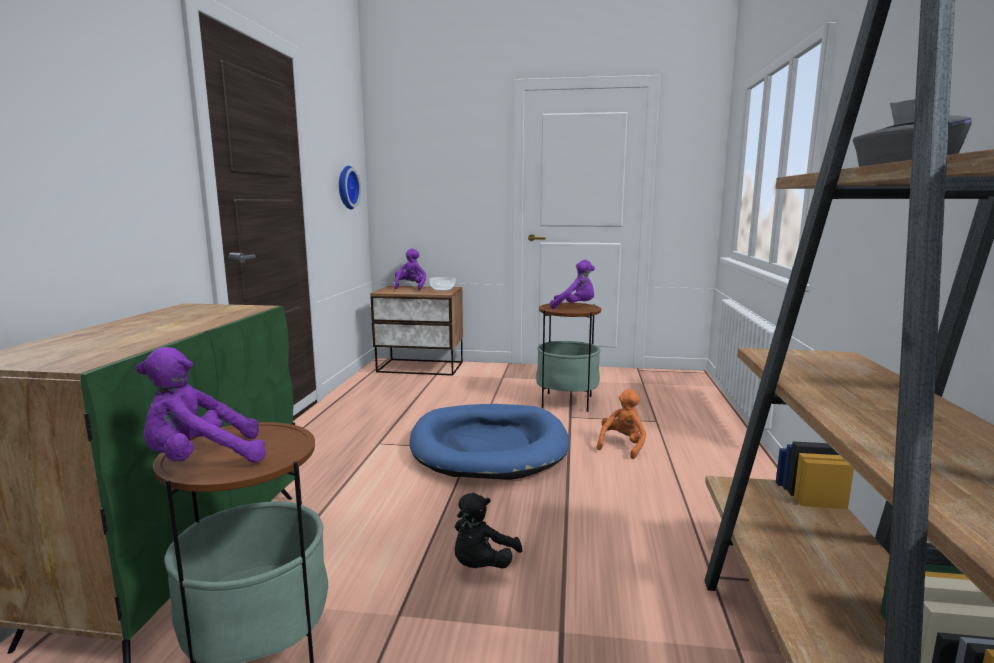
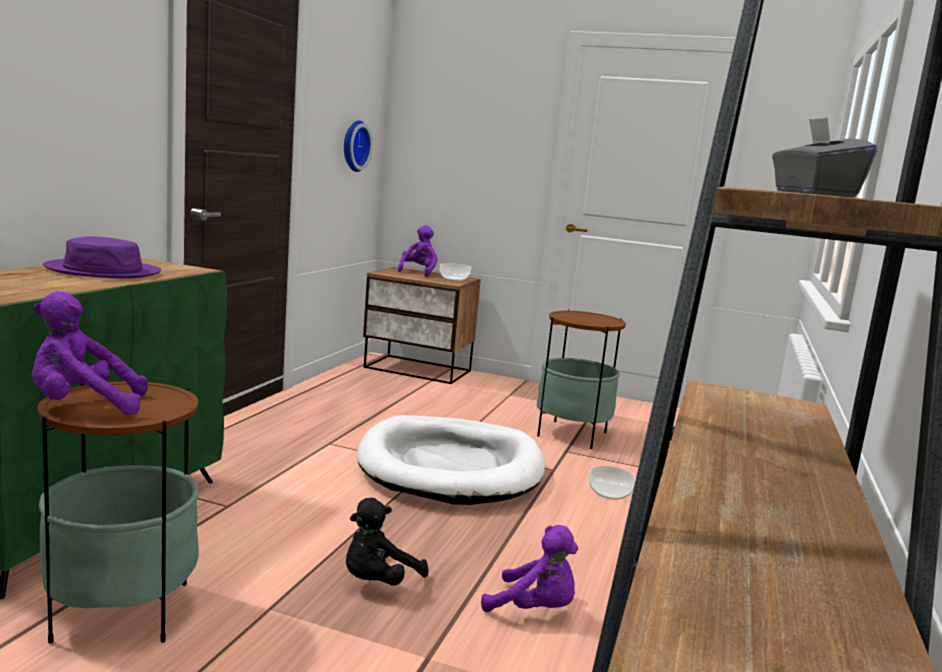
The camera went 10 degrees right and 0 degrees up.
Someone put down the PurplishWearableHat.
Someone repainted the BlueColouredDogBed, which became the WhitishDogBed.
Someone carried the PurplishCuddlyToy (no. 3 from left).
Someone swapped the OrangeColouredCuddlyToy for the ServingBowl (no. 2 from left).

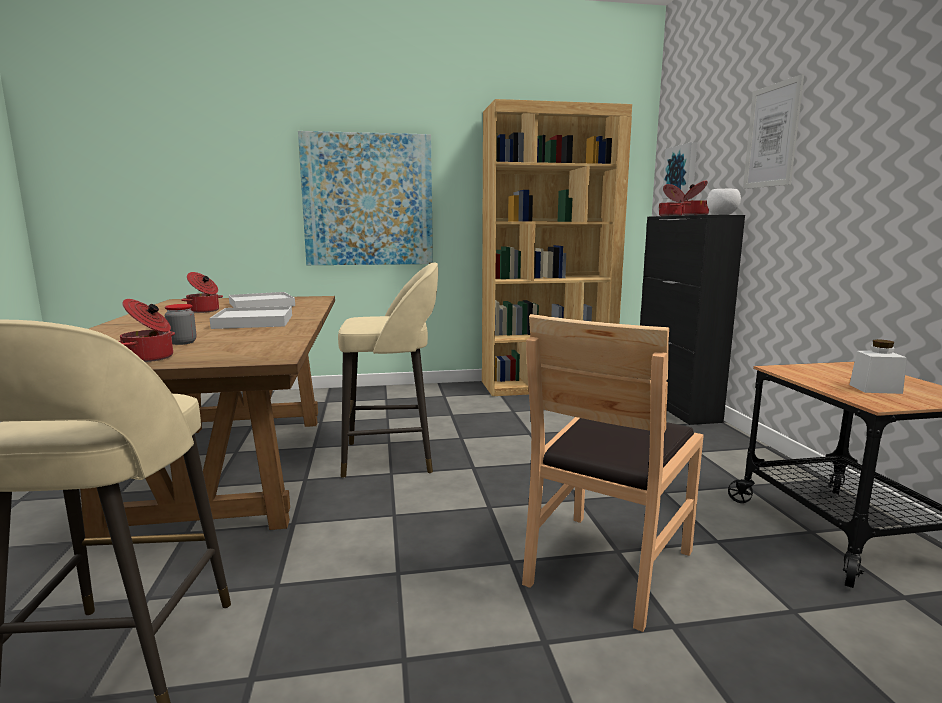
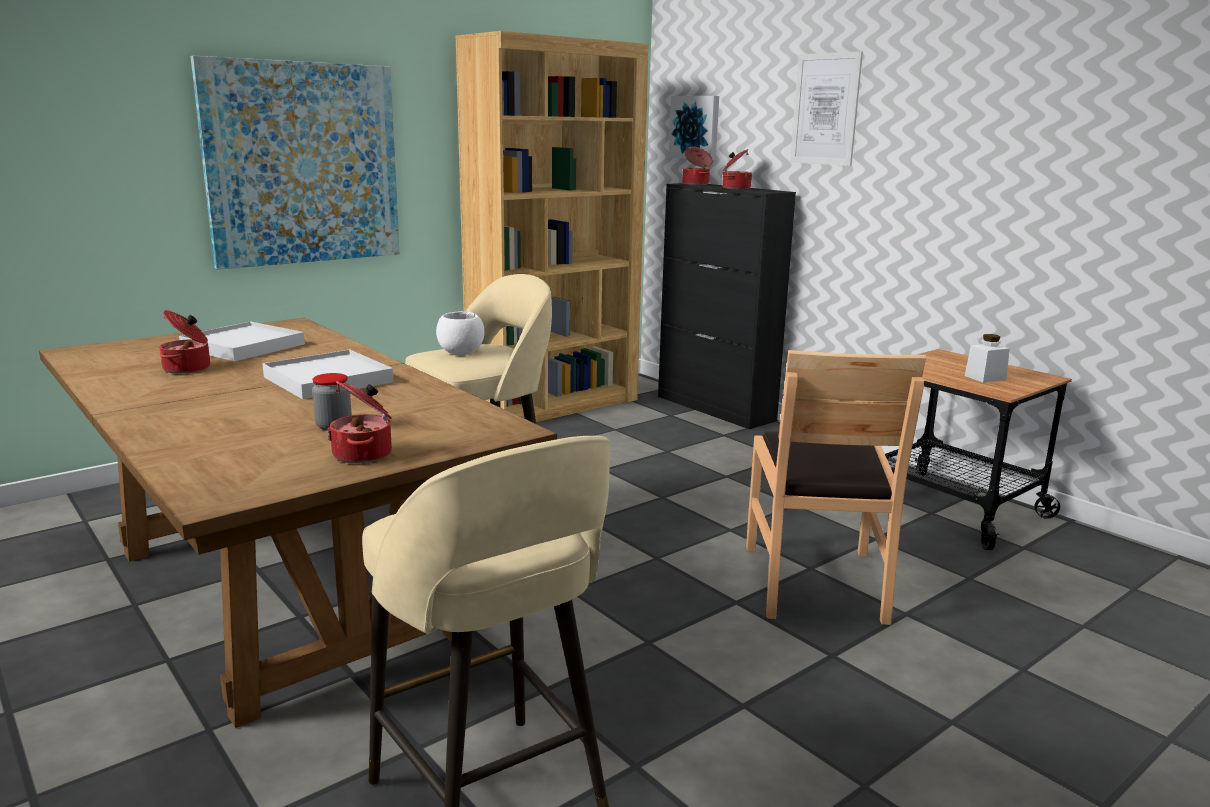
The camera went 30 degrees left and 5 degrees up.
Someone carried the WhitishServingBowl.

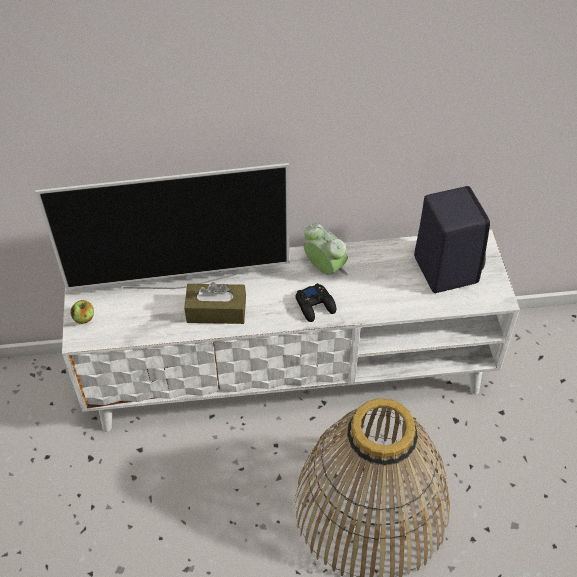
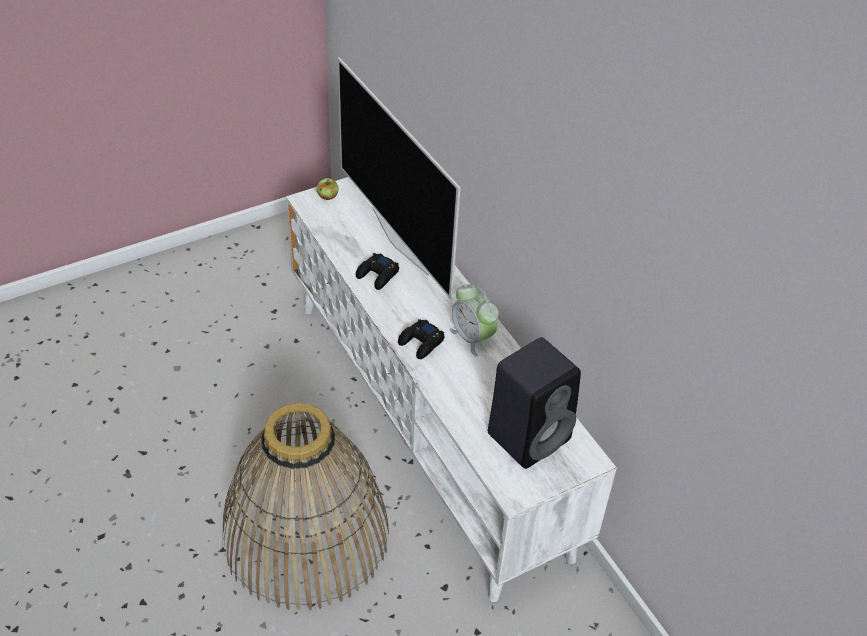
The camera went 65 degrees right and 5 degrees down.
Someone swapped the BrownishBoxOfTissues for the BlackGamepad (no. 1 from left).
Someone rotated the TableClock by 120 degrees clockwise.

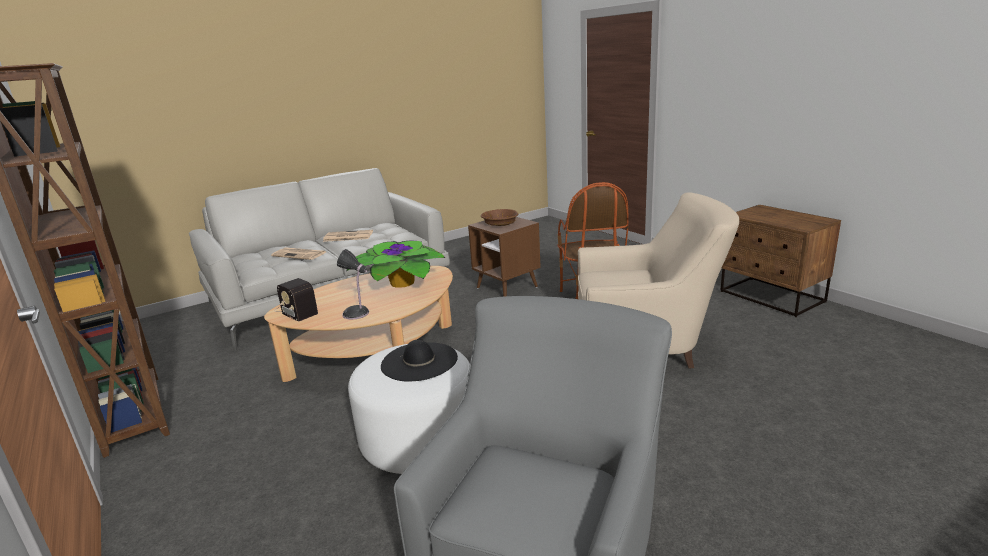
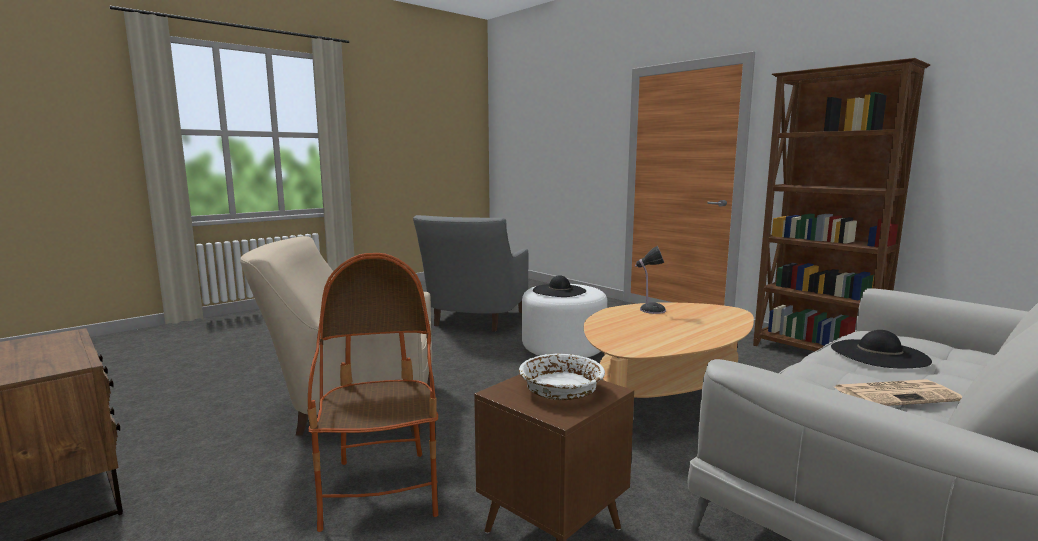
The camera went 170 degrees right and 10 degrees down.
Someone repainted the BrownishServingBowl, which became the WhitishServingBowl.
Someone swapped the PrintedPaper (no. 1 from left) for the BlackWearableHat (no. 2 from left).
Someone took away the Radio.
Someone took away the PlantInAPot.

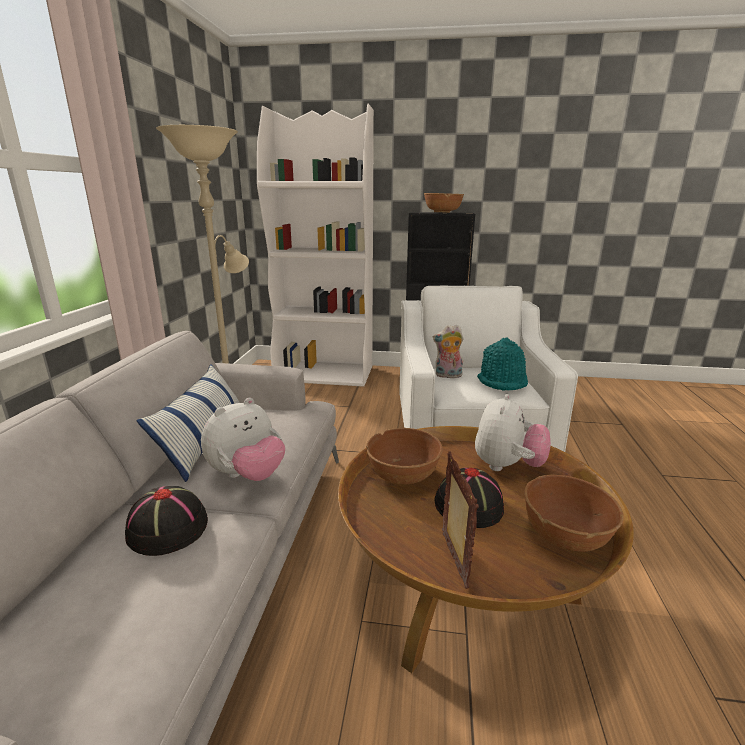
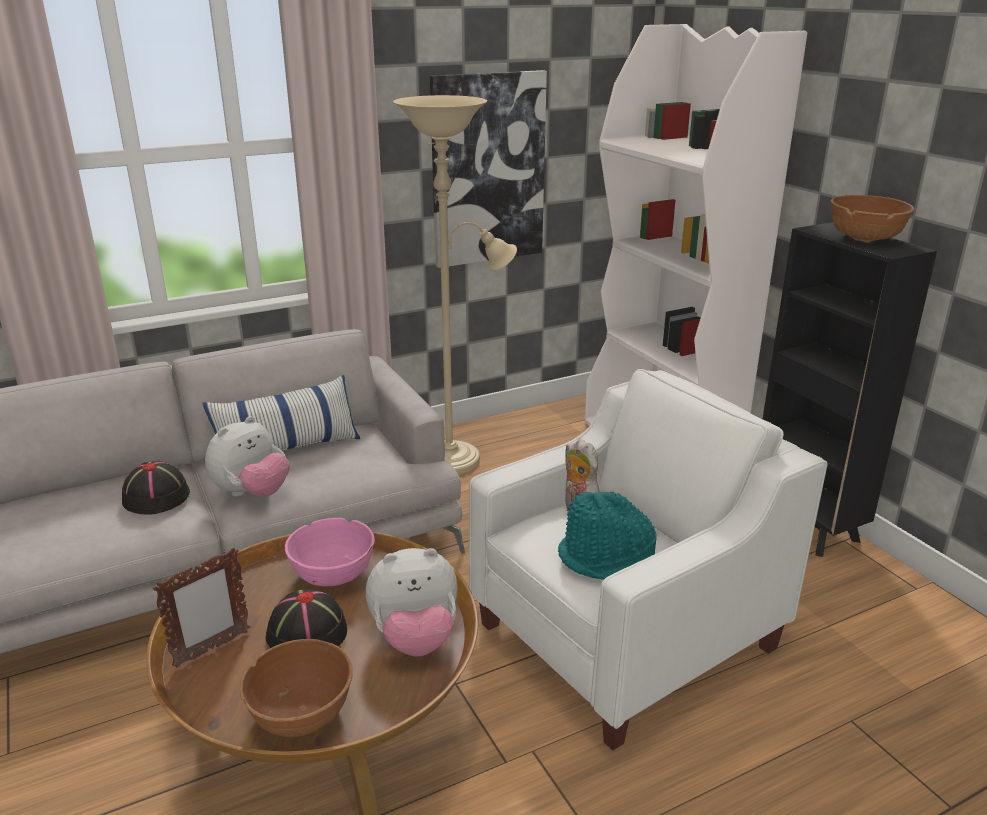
The camera went 55 degrees right and 5 degrees up.
Someone rotated the CuddlyToy (no. 1 from left) by 60 degrees counterclockwise.
Someone repainted the BrownishServingBowl (no. 1 from left), which became the PinkServingBowl.
Someone put up the WallArt.

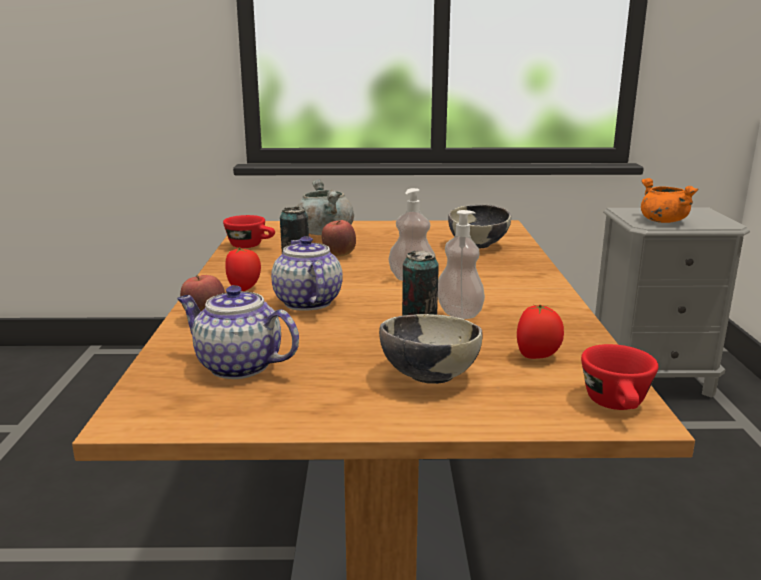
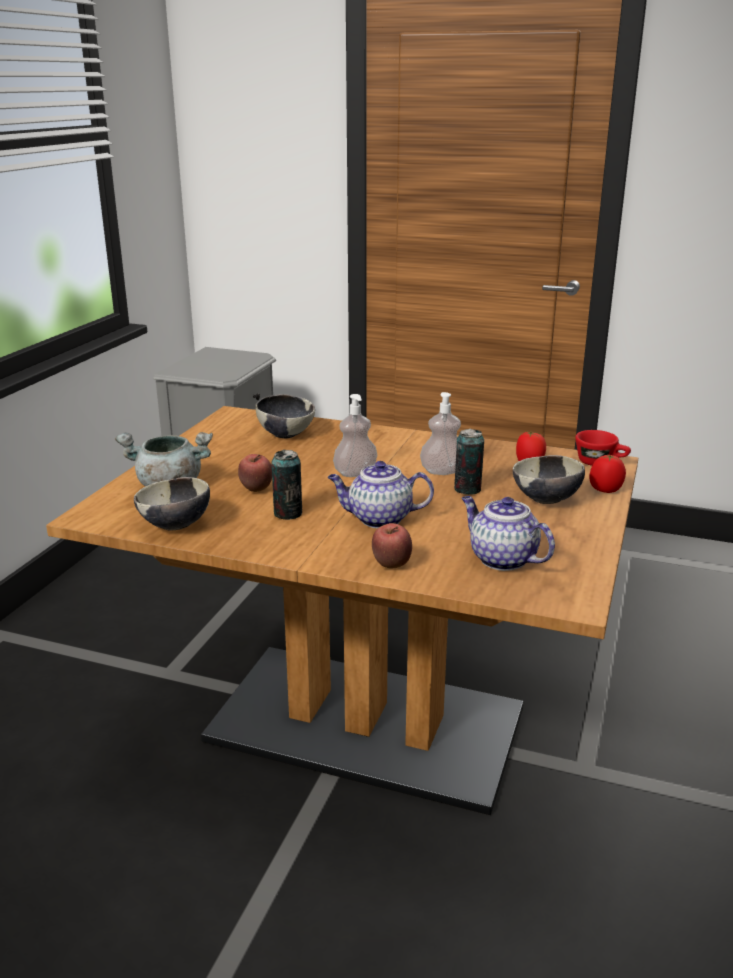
The camera went 70 degrees left and 5 degrees up.
Someone swapped the ReddishSmallCup (no. 1 from left) for the ServingBowl (no. 1 from left).
Someone rotated the PotForTea (no. 1 from left in the first image) by 90 degrees clockwise.
Someone carried the Tomato (no. 1 from left in the first image).
Someone took away the OrangeColouredSaucepot.

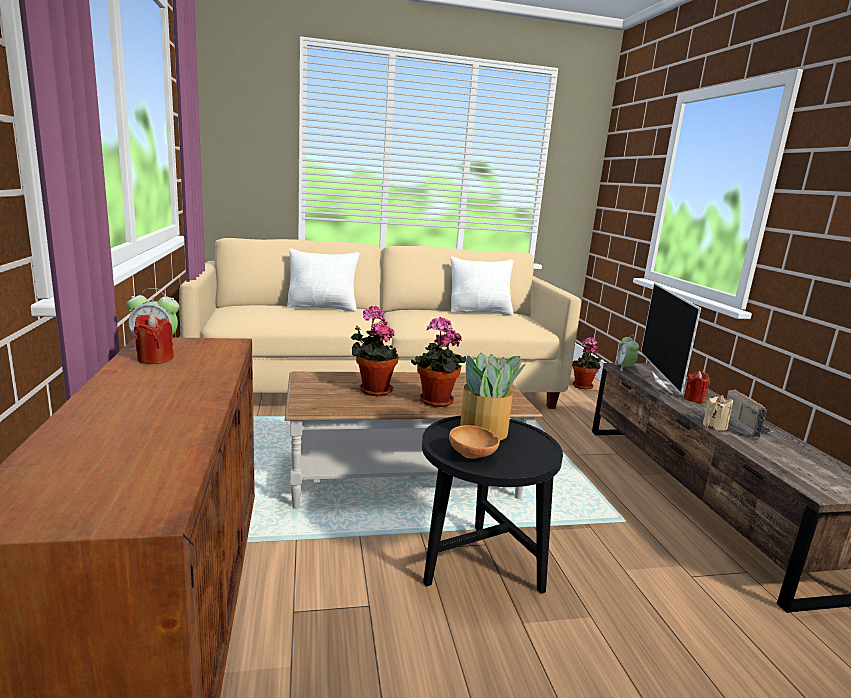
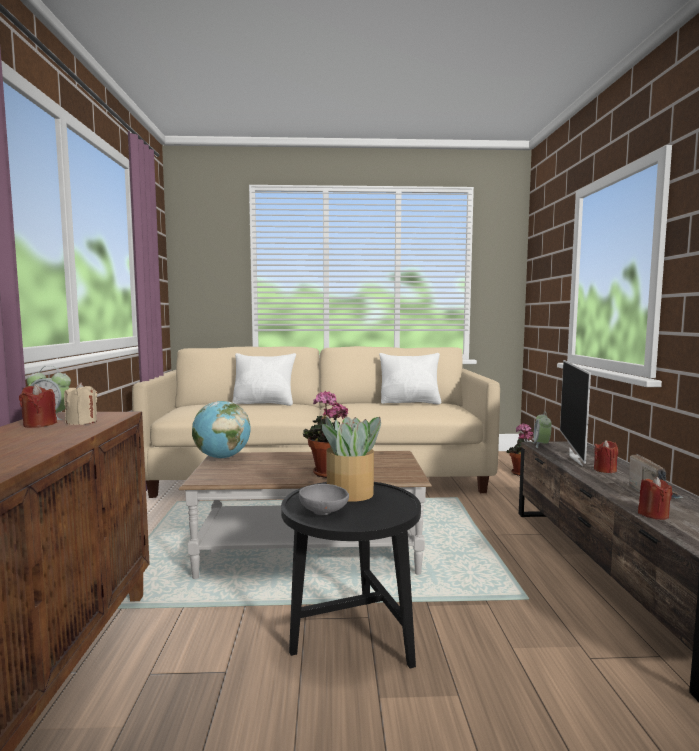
The camera went 10 degrees right and 10 degrees down.
Someone carried the BeigeWaxCandle.
Someone put down the DeskGlobe.
Someone repainted the BrownishServingBowl, which became the GreyServingBowl.
Someone put down the ReddishWaxCandle (no. 3 from left).
Someone took away the PlantInAPot (no. 1 from left).

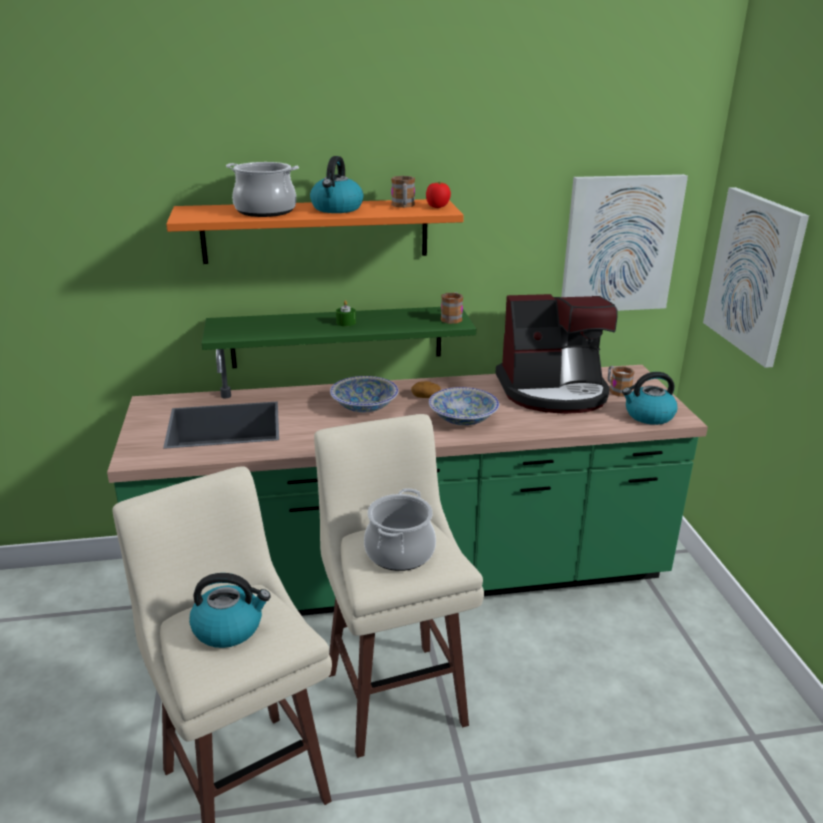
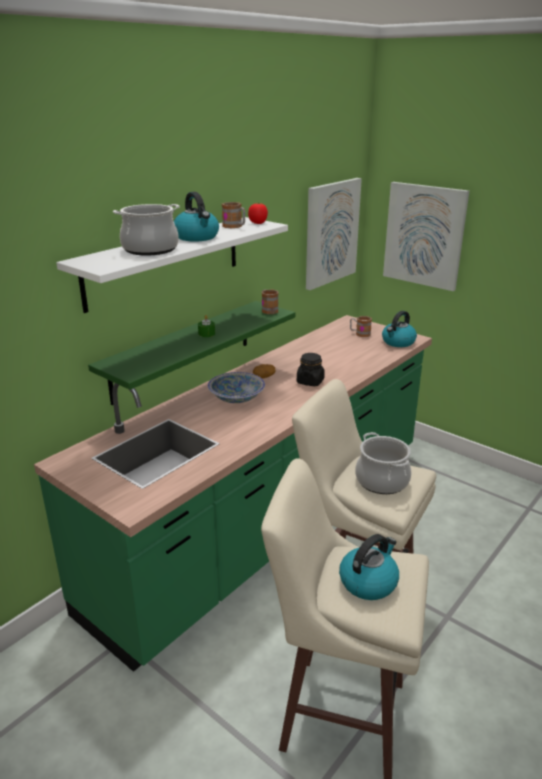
The camera went 40 degrees left and 0 degrees up.
Someone repainted the OrangeColouredWallShelf, which became the WhitishWallShelf.
Someone swapped the ServingBowl (no. 2 from left) for the BlackPreserveJar.
Someone took away the CoffeeMachine.

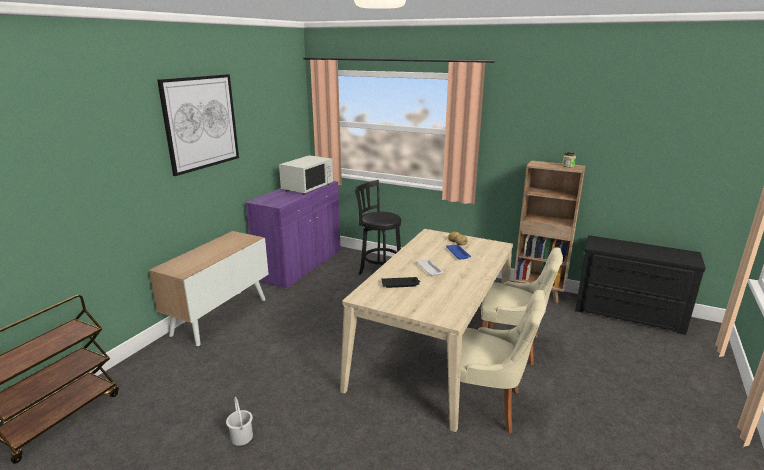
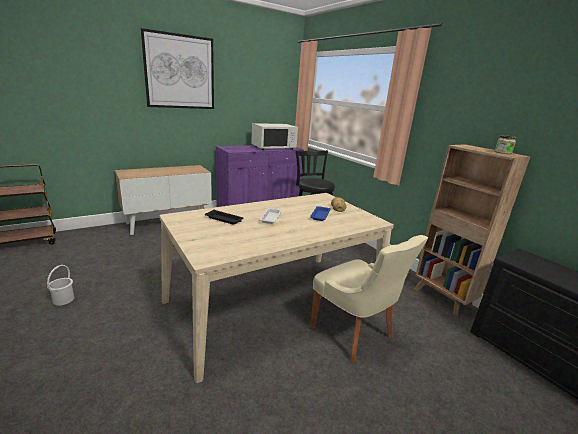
The camera went 30 degrees right and 0 degrees up.
Someone took away the BeigePlainChair (no. 1 from left).

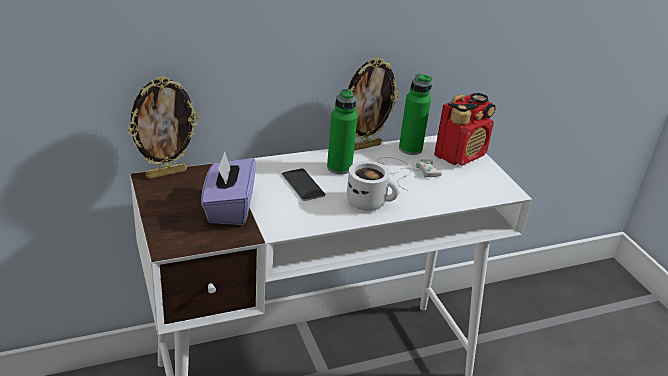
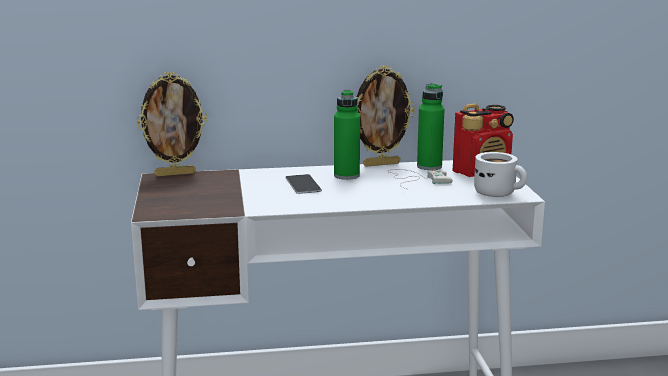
The camera went 15 degrees right and 15 degrees down.
Someone carried the WhitishMug.
Someone took away the PurplishBoxOfTissues.

